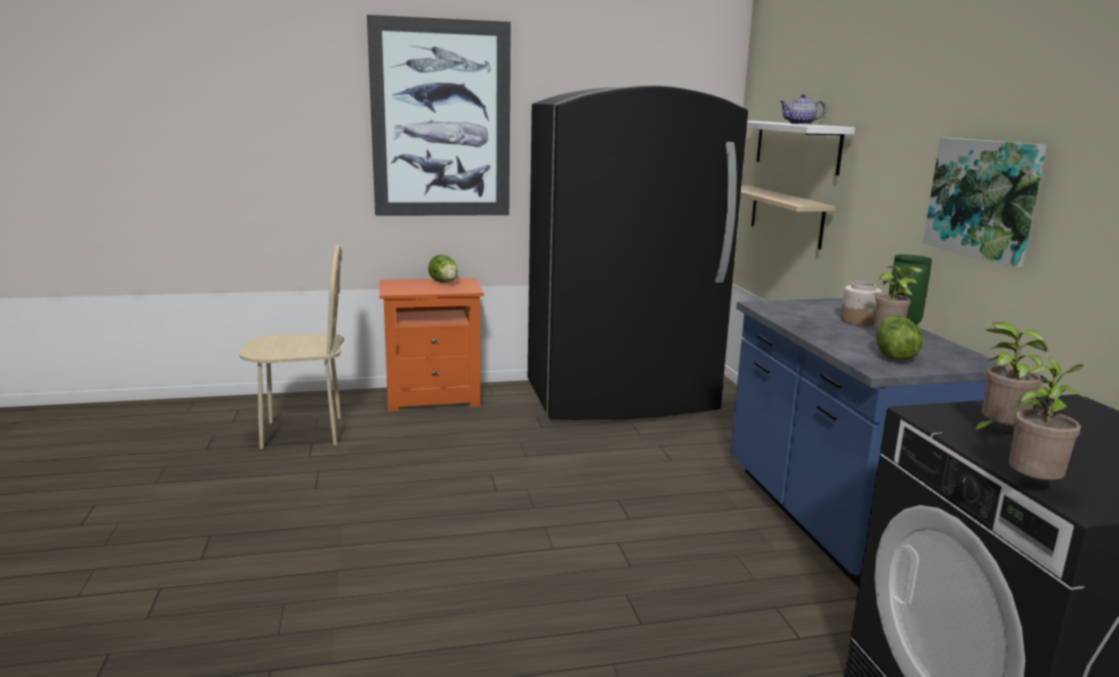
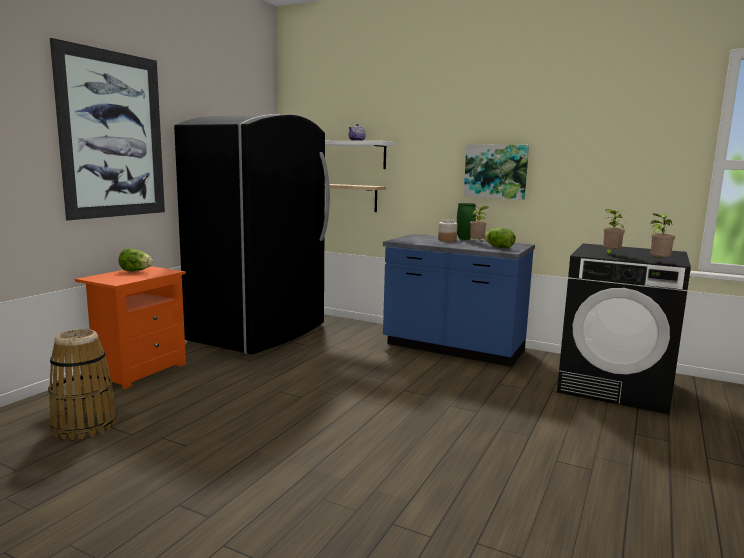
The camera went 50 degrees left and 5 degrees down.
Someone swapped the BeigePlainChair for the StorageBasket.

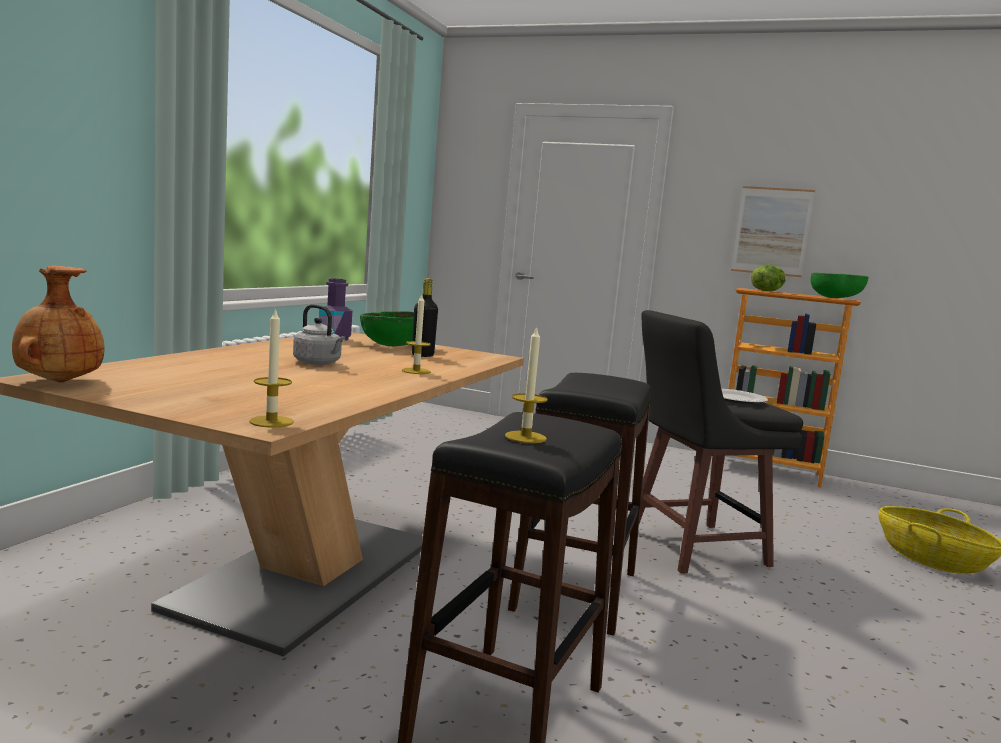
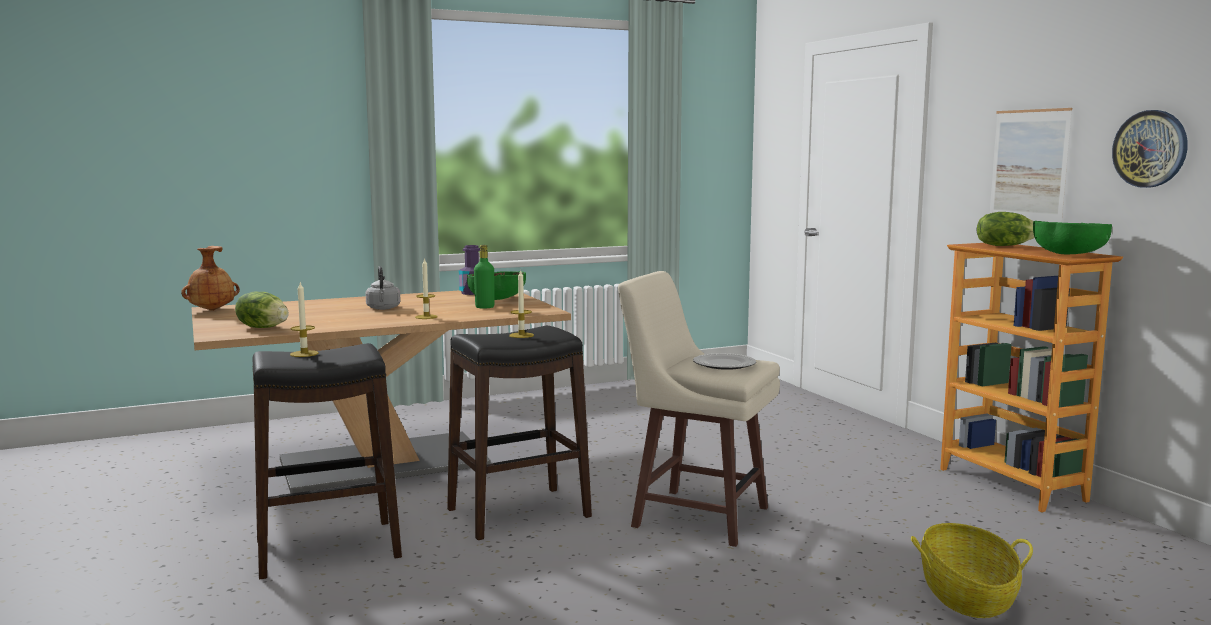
The camera went 45 degrees right and 0 degrees up.
Someone put down the HeadOfLettuce (no. 1 from left).
Someone repainted the BlackBeverageBottle, which became the GreenishBeverageBottle.
Someone carried the WaxCandle (no. 1 from left in the first image).
Someone repainted the BlackSittingStool (no. 3 from left), which became the BeigeSittingStool.
Someone put up the WallClock.

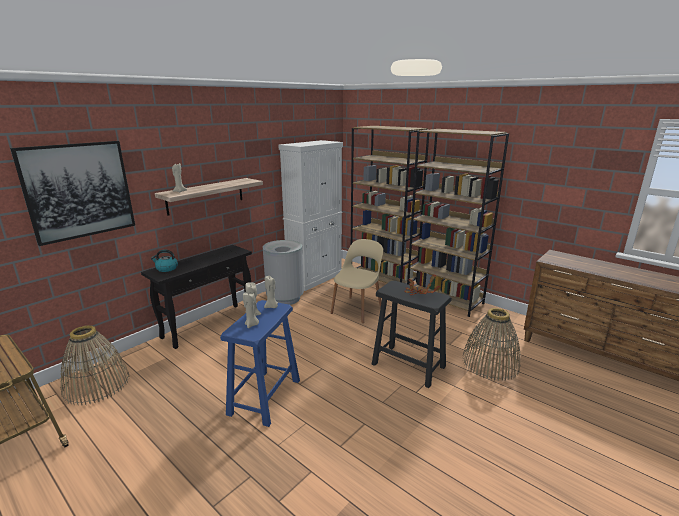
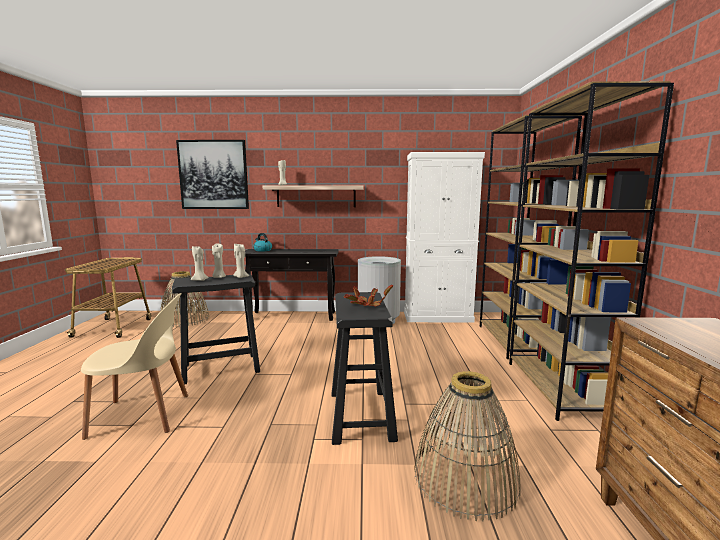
The camera went 50 degrees right and 10 degrees down.
Someone carried the BeigePlainChair.
Someone repainted the BlueColouredSittingStool, which became the BlackSittingStool (no. 1 from left).

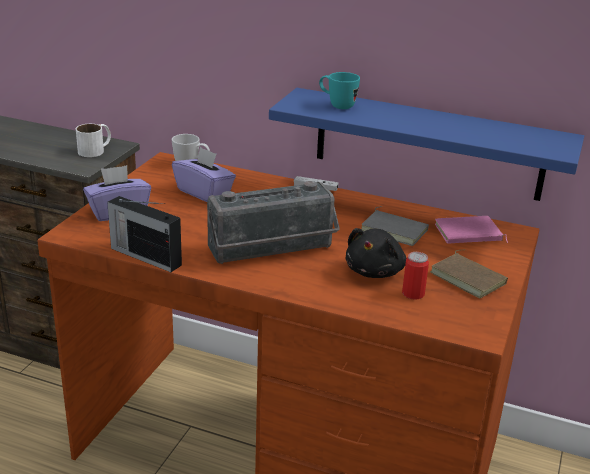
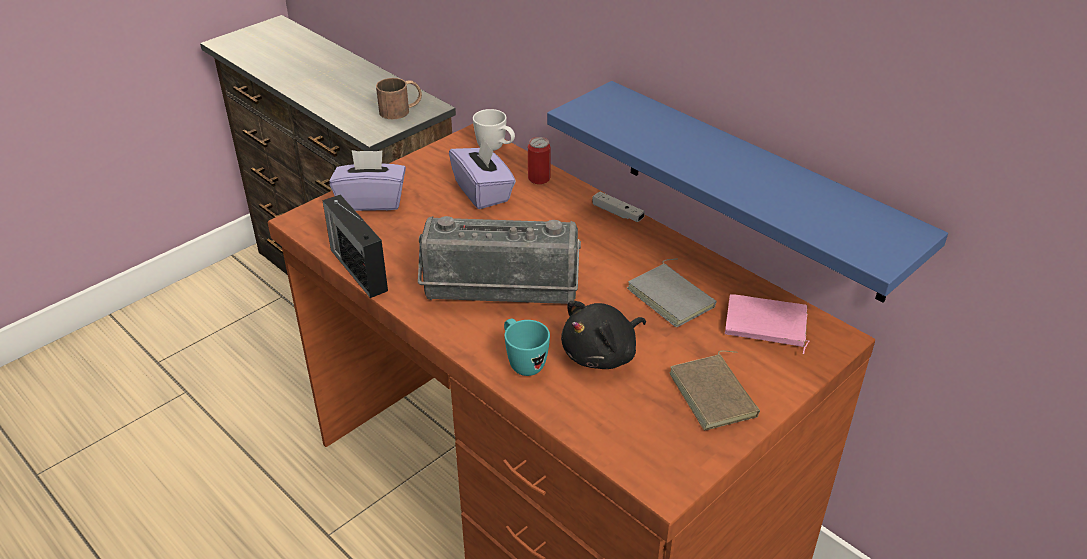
The camera went 25 degrees right and 10 degrees up.
Someone repainted the WhitishMug (no. 1 from left), which became the BrownishMug.
Someone carried the TurquoiseColouredMug.
Someone carried the Can.

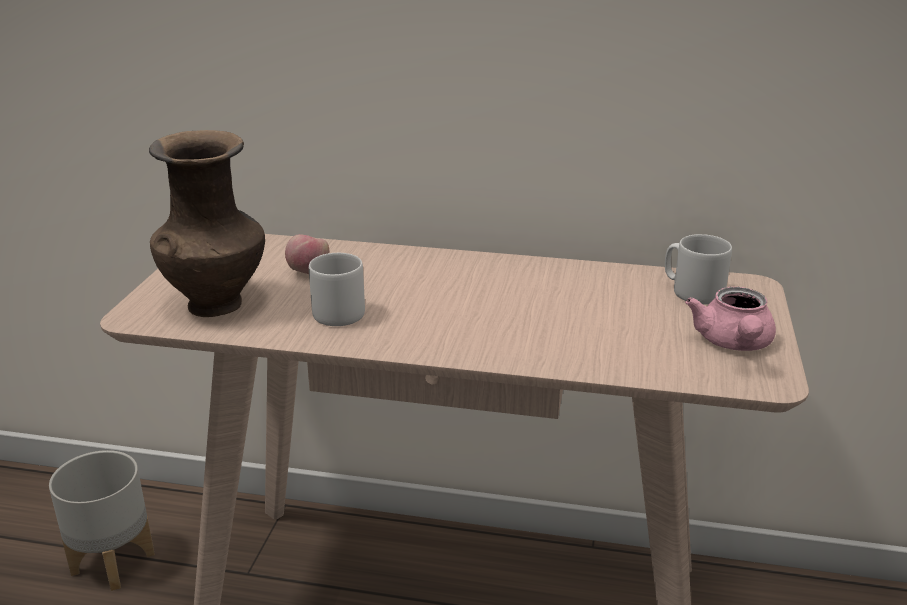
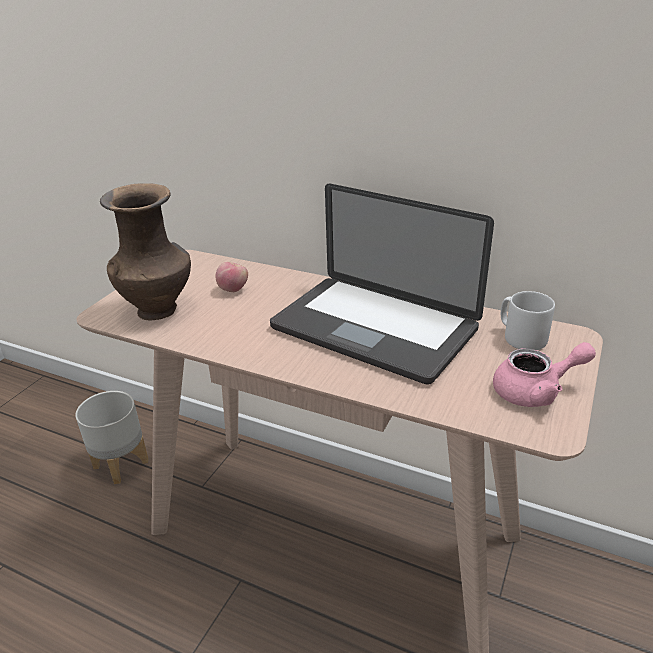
The camera went 15 degrees right and 5 degrees up.
Someone put down the NotebookComputer.
Someone rotated the PinkPotForTea by 120 degrees counterclockwise.
Someone took away the GreyMug (no. 1 from left).

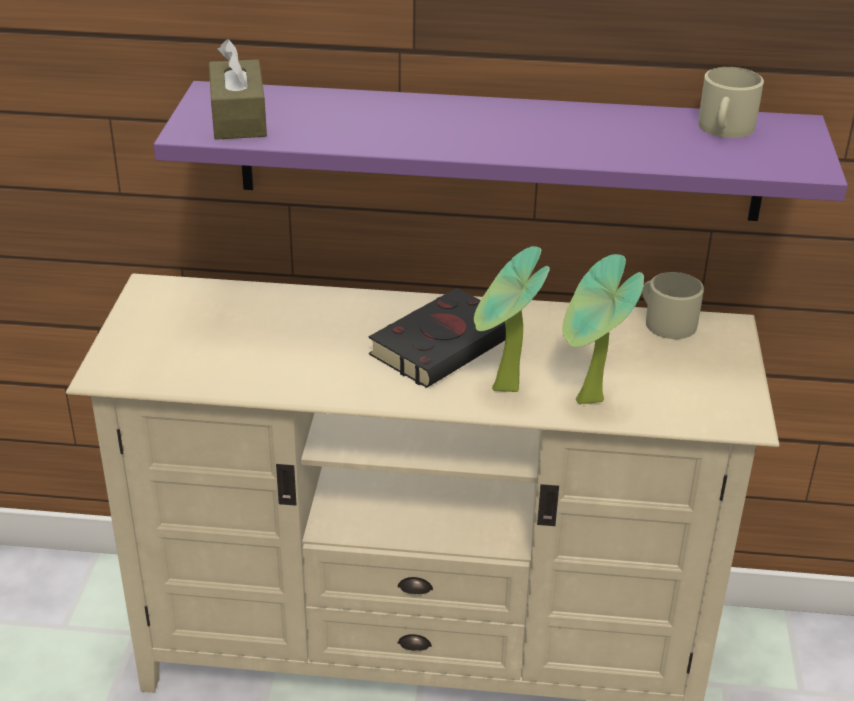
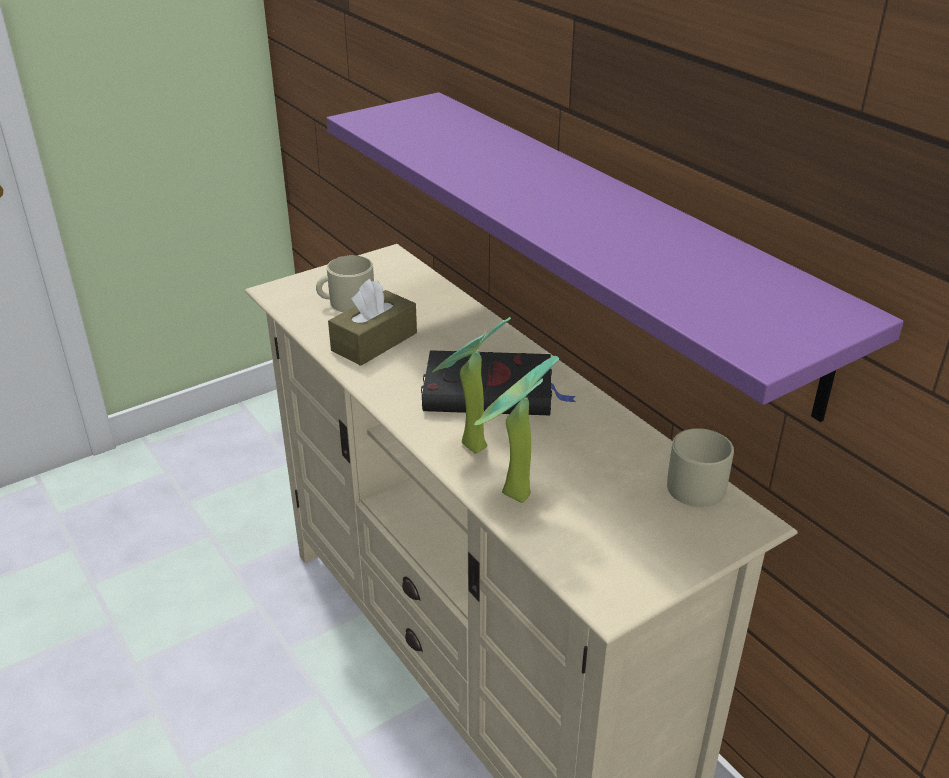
The camera went 50 degrees right and 0 degrees up.
Someone carried the BeigeMug (no. 2 from left in the first image).
Someone carried the BrownishBoxOfTissues.

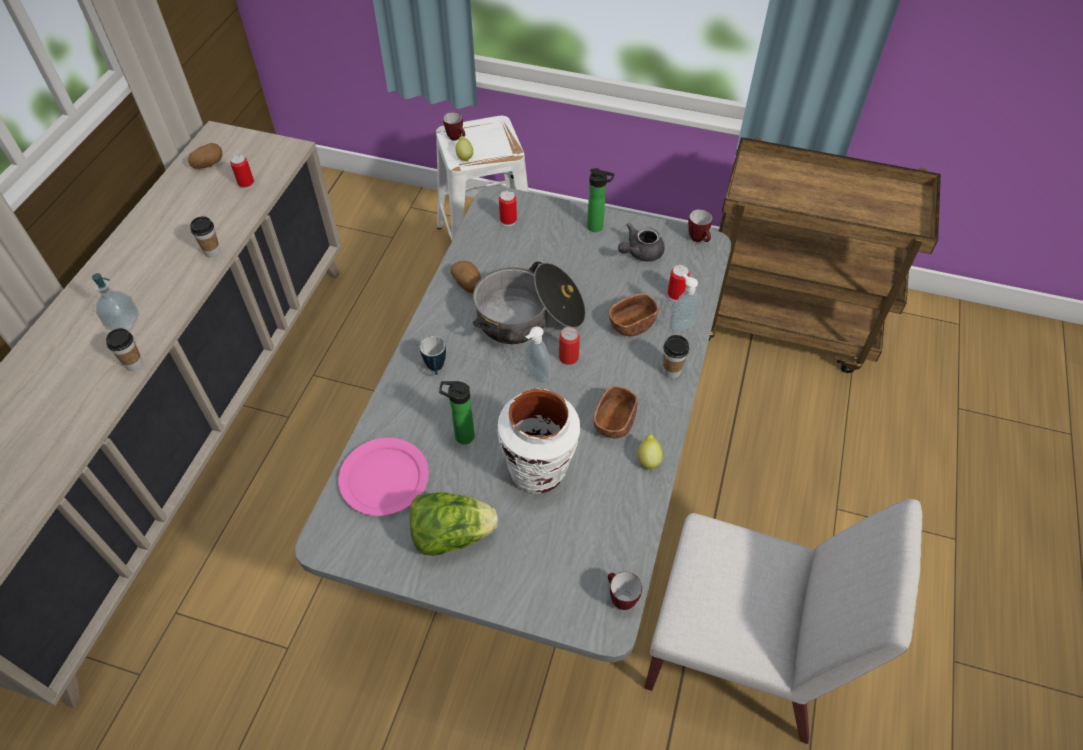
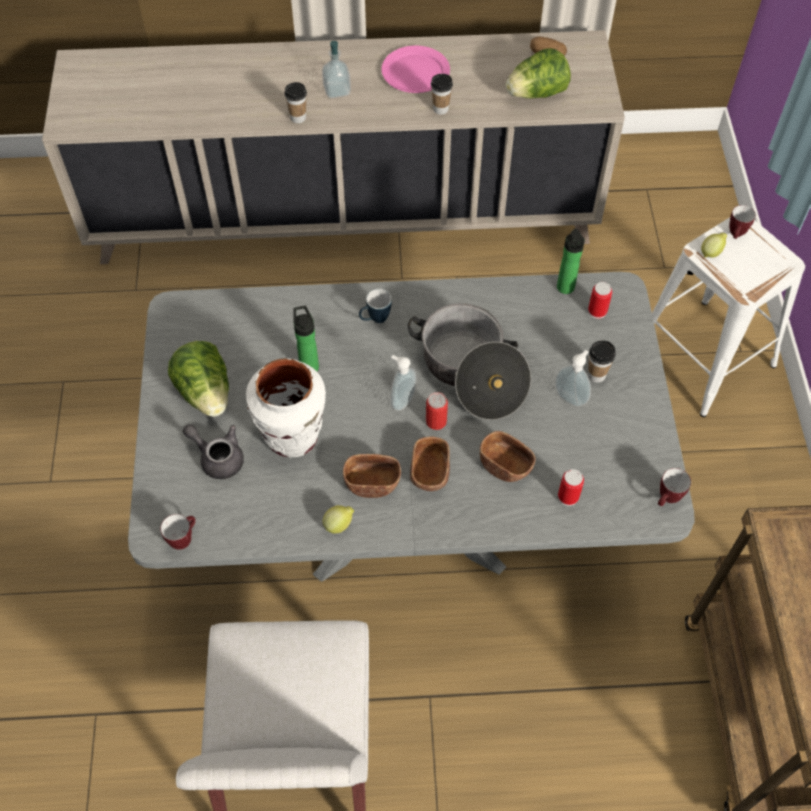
The camera went 70 degrees right and 5 degrees up.
Someone carried the GreyPotForTea.
Someone carried the PinkDinnerPlate.
Someone put down the BrownishServingBowl (no. 2 from left).
Someone swapped the Can (no. 1 from left) for the HeadOfLettuce (no. 2 from left).
Someone carried the LiquidSoapBottle (no. 3 from left).
Someone carried the BeverageBottle (no. 2 from left).
Someone carried the SmallCup (no. 3 from left).
Someone took away the WholePotato (no. 2 from left).

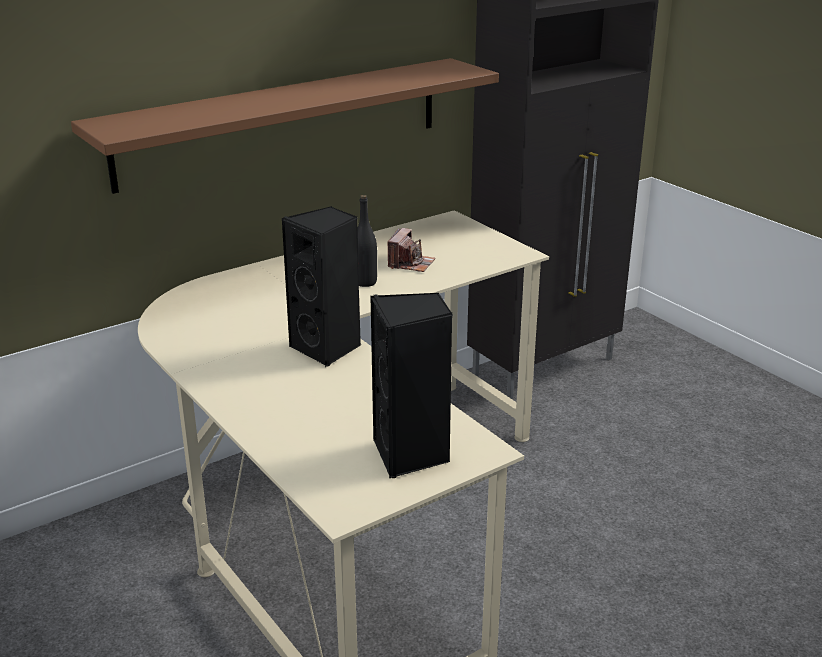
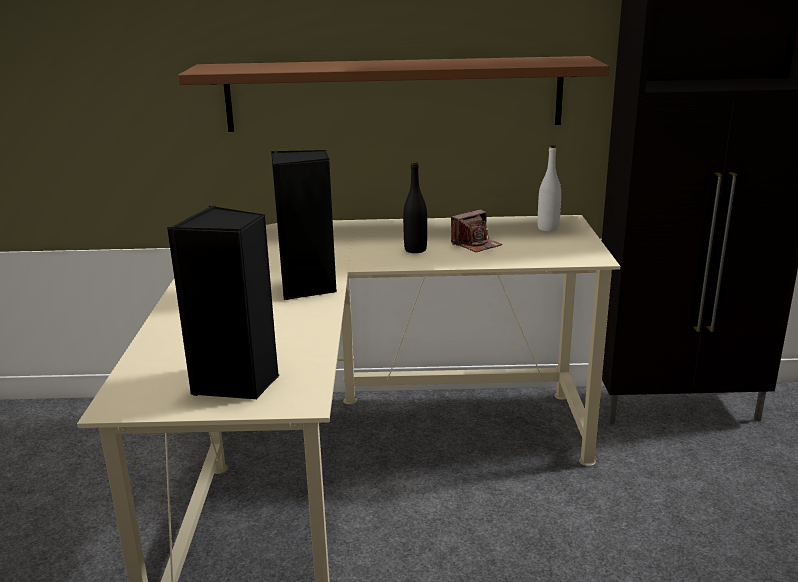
The camera went 35 degrees right and 5 degrees down.
Someone put down the WhitishBeverageBottle.

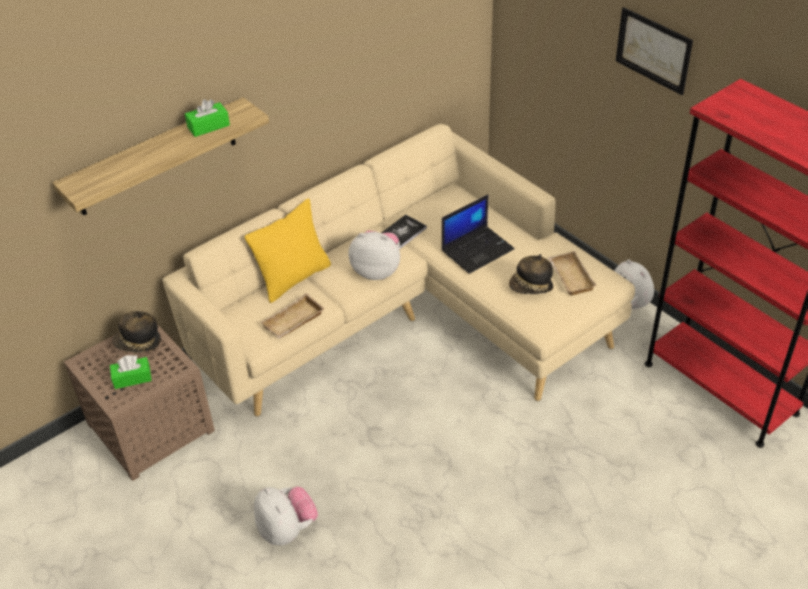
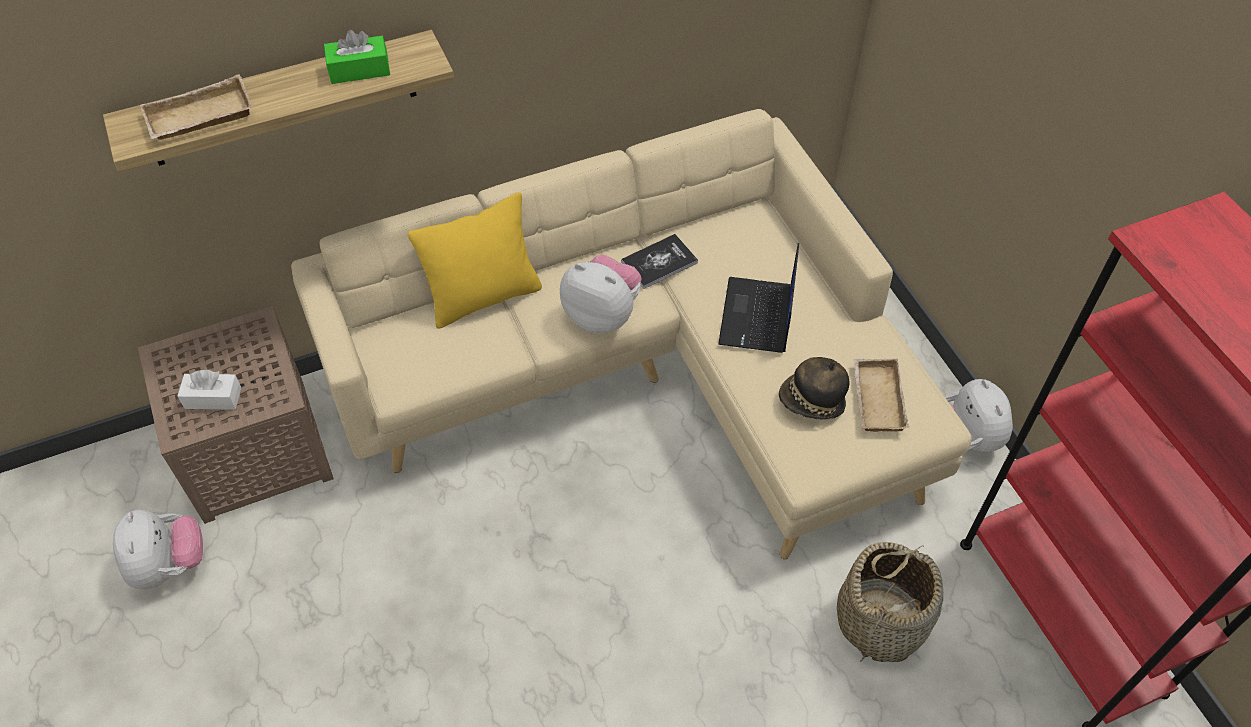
The camera went 15 degrees right and 10 degrees up.
Someone carried the CuddlyToy (no. 1 from left).
Someone carried the BeigeCarryingTray (no. 1 from left).
Someone repainted the GreenishBoxOfTissues (no. 1 from left), which became the WhitishBoxOfTissues.
Someone rotated the NotebookComputer by 120 degrees clockwise.
Someone put down the StorageBasket.
Someone took away the WearableHat (no. 1 from left).
Someone took away the WallArt.

